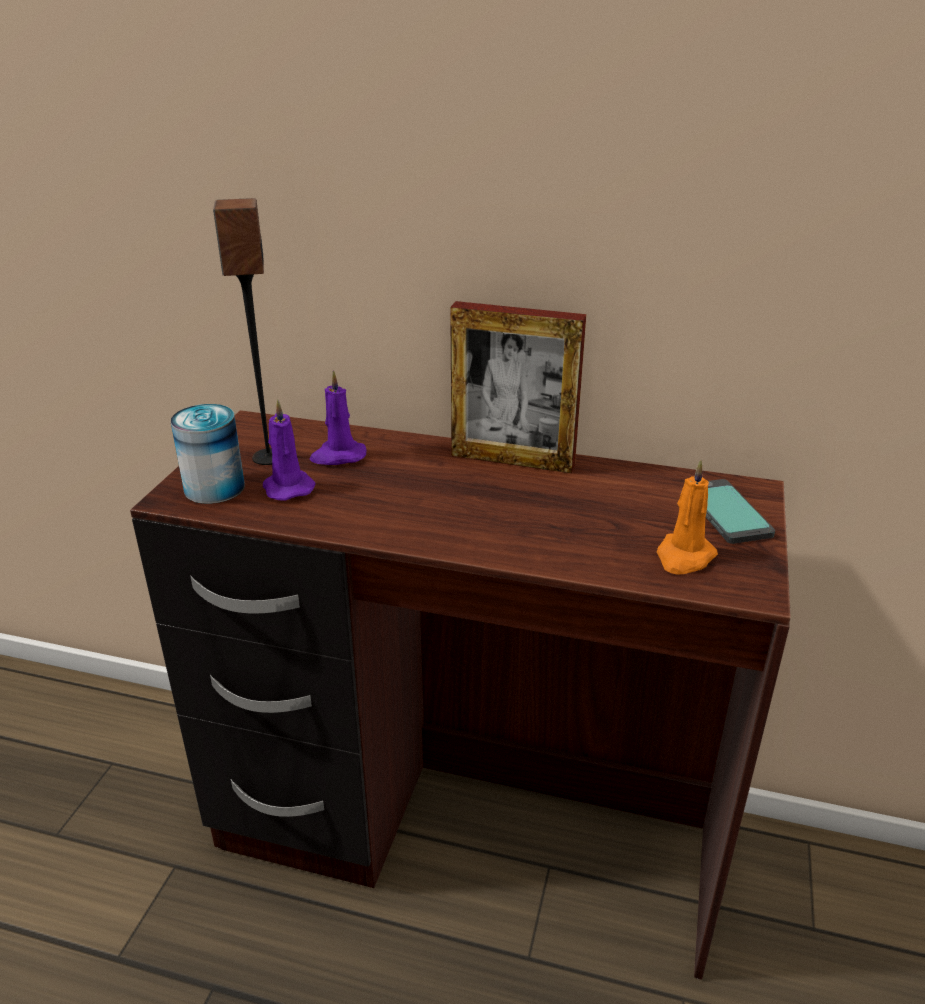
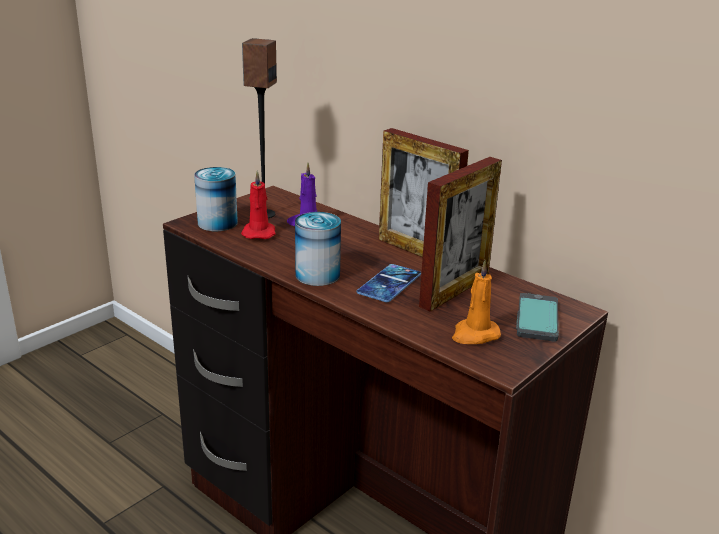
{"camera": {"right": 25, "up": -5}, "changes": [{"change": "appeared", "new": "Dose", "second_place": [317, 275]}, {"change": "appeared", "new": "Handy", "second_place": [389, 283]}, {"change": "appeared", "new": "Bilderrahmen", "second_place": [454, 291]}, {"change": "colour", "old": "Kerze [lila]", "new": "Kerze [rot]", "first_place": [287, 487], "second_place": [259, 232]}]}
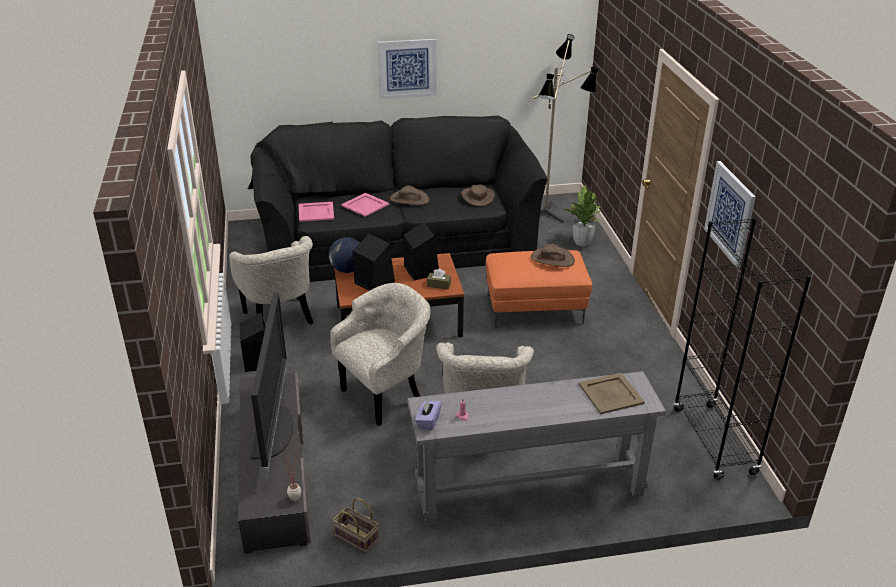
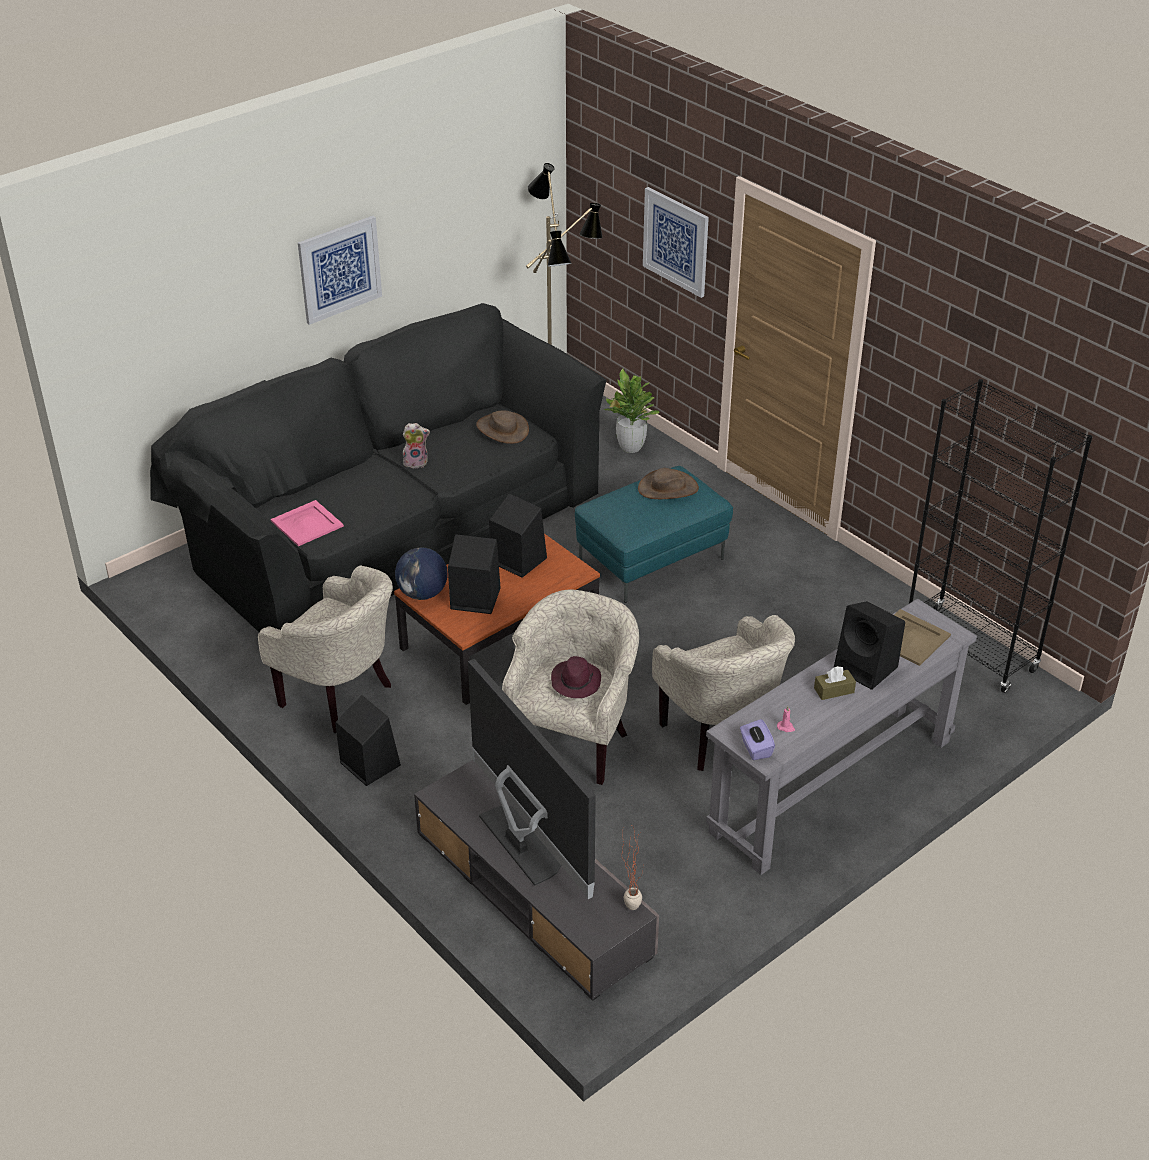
{"camera": {"right": -30, "up": 5}, "changes": [{"change": "missing", "old": "Korb", "first_place": [355, 538]}, {"change": "missing", "old": "Tablett [rosa]", "first_place": [365, 205]}, {"change": "appeared", "new": "Hut [lila]", "second_place": [575, 681]}, {"change": "appeared", "new": "Lautsprecher [schwarz]", "second_place": [867, 668]}, {"change": "relocated", "old": "Taschentuchbox [braun]", "first_place": [439, 285], "second_place": [834, 690]}, {"change": "relocated", "old": "Bild", "first_place": [730, 213], "second_place": [676, 241]}, {"change": "exchanged", "old": "Hut [braun]", "new": "Plüschtier", "first_place": [409, 199], "second_place": [416, 462]}, {"change": "colour", "old": "Polsterhocker [orange]", "new": "Polsterhocker [türkis]", "first_place": [534, 309], "second_place": [651, 561]}]}
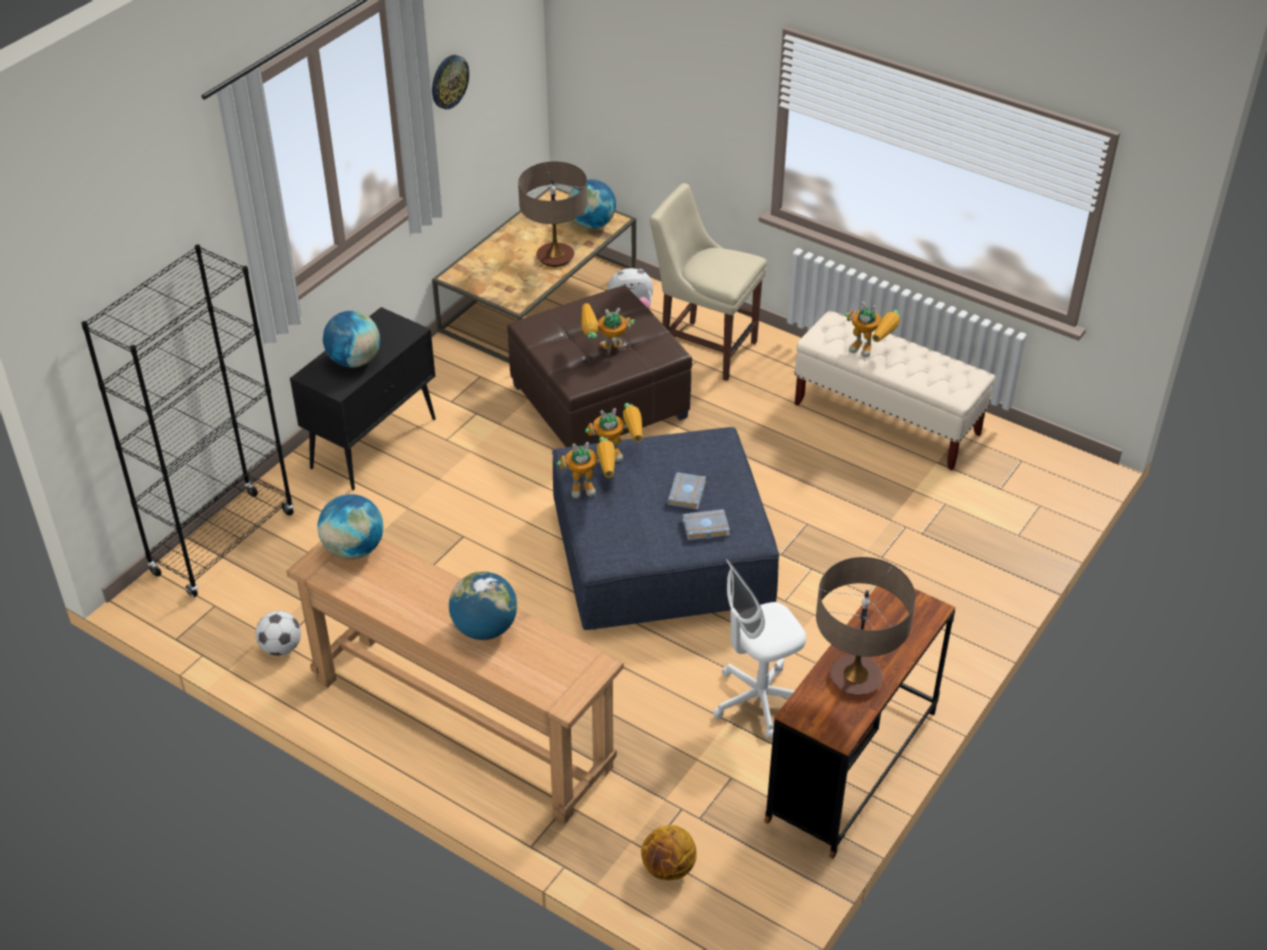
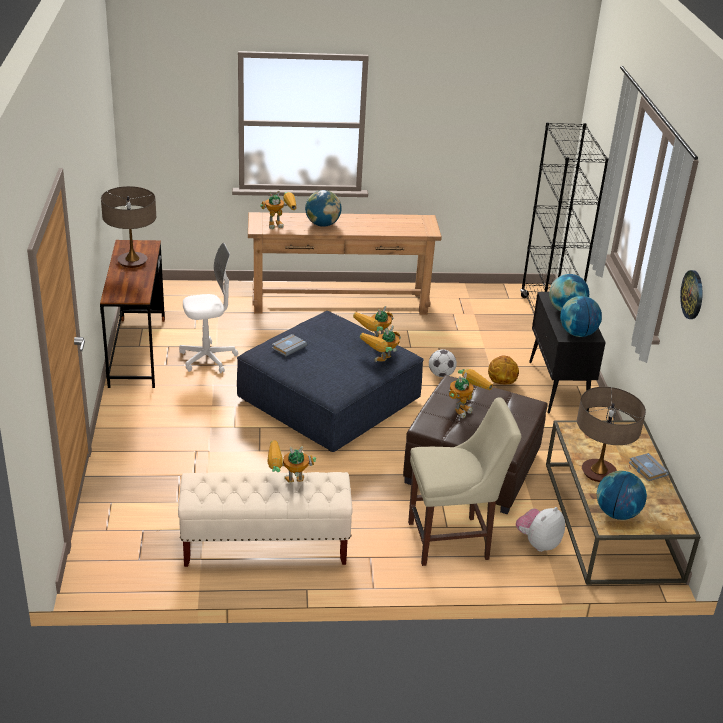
{"camera": {"right": 140, "up": -10}, "changes": [{"change": "appeared", "new": "Spielzeugroboter", "second_place": [280, 224]}, {"change": "relocated", "old": "Fußball", "first_place": [281, 648], "second_place": [441, 374]}, {"change": "relocated", "old": "Globus", "first_place": [354, 549], "second_place": [577, 333]}, {"change": "relocated", "old": "Basketball", "first_place": [668, 868], "second_place": [501, 382]}, {"change": "relocated", "old": "Buch [grau]", "first_place": [687, 494], "second_place": [646, 469]}, {"change": "spun", "old": "Bürostuhl [weiß]", "first_place": [758, 701], "second_place": [208, 359], "degrees": 45}]}
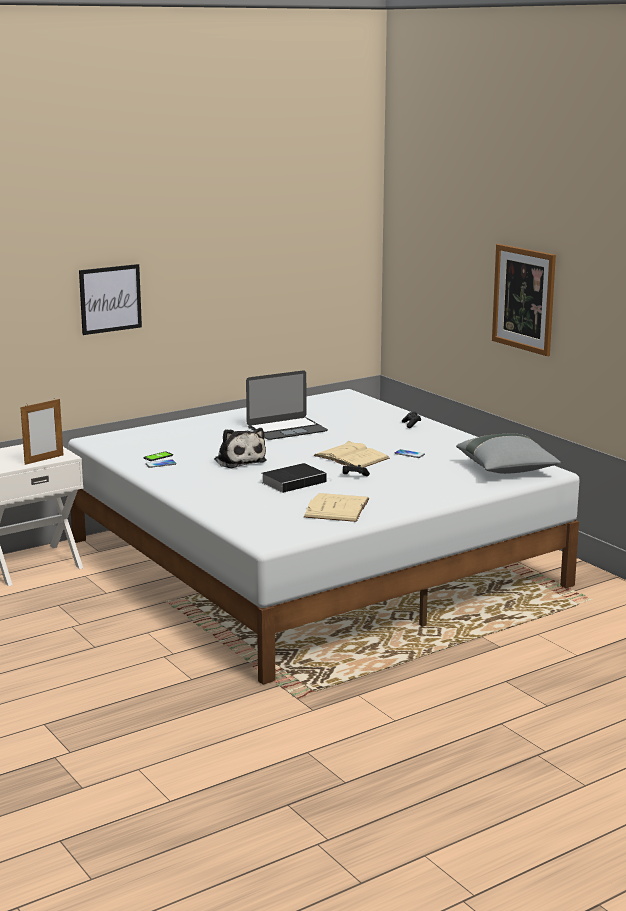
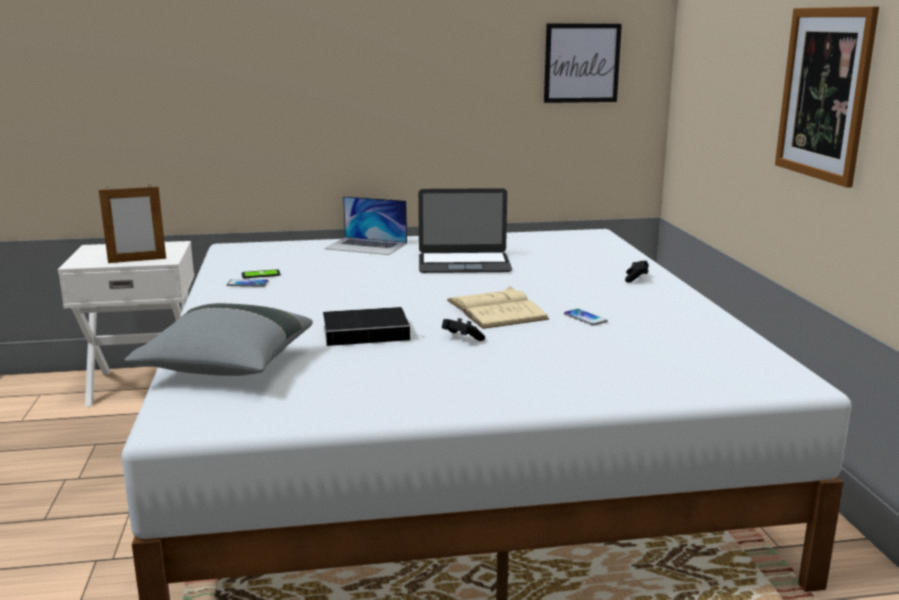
{"camera": {"right": 25, "up": 0}, "changes": [{"change": "missing", "old": "Plüschtier", "first_place": [239, 460]}, {"change": "missing", "old": "Buch [beige]", "first_place": [337, 508]}, {"change": "appeared", "new": "Laptop", "second_place": [366, 246]}, {"change": "relocated", "old": "Bild", "first_place": [110, 299], "second_place": [581, 63]}, {"change": "relocated", "old": "Kissen [grau]", "first_place": [507, 470], "second_place": [226, 367]}]}
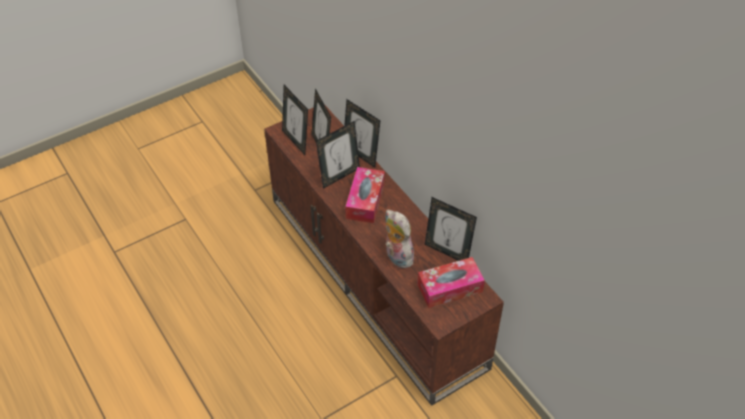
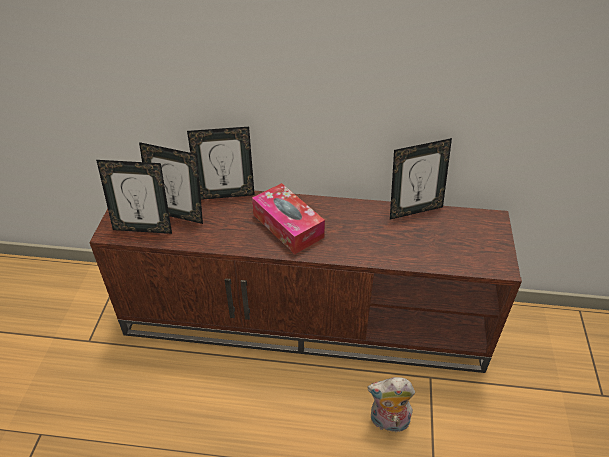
{"camera": {"right": -50, "up": -5}, "changes": [{"change": "missing", "old": "Bilderrahmen", "first_place": [339, 176]}, {"change": "missing", "old": "Taschentuchbox", "first_place": [450, 288]}, {"change": "relocated", "old": "Plüschtier", "first_place": [396, 256], "second_place": [388, 422]}]}
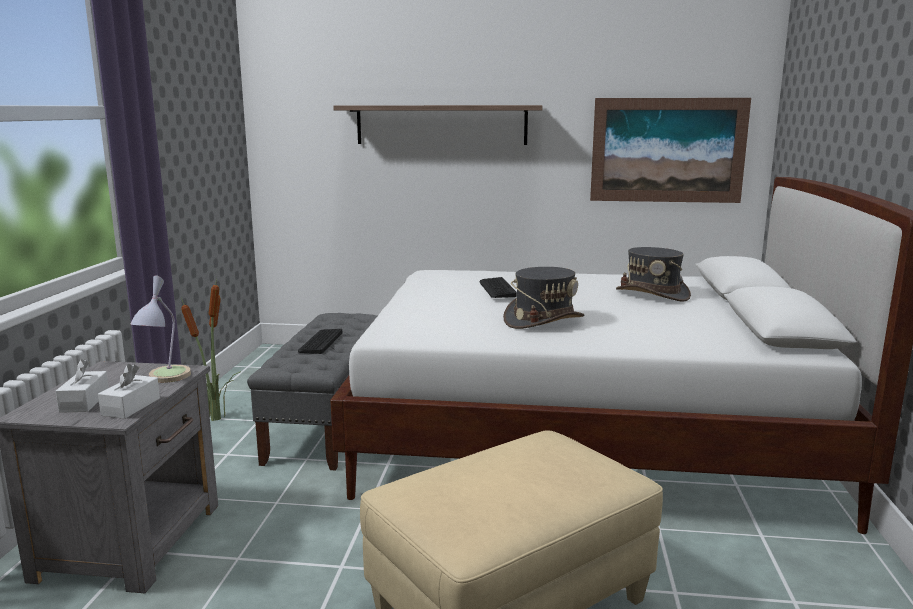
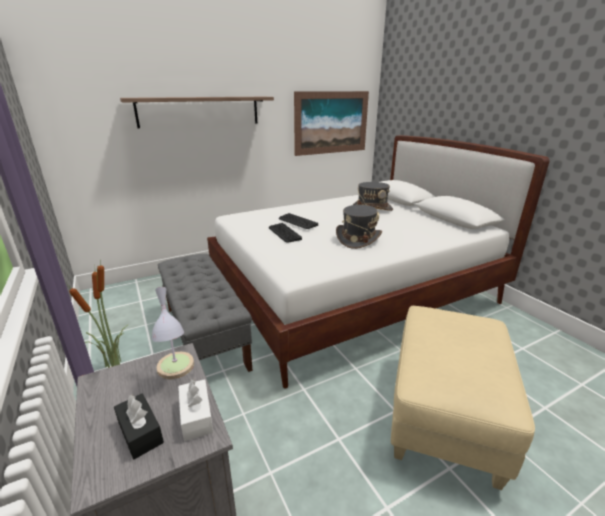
{"camera": {"right": -35, "up": 10}, "changes": [{"change": "relocated", "old": "Tastatur", "first_place": [320, 342], "second_place": [284, 233]}, {"change": "colour", "old": "Taschentuchbox [weiß]", "new": "Taschentuchbox [schwarz]", "first_place": [84, 401], "second_place": [140, 432]}]}
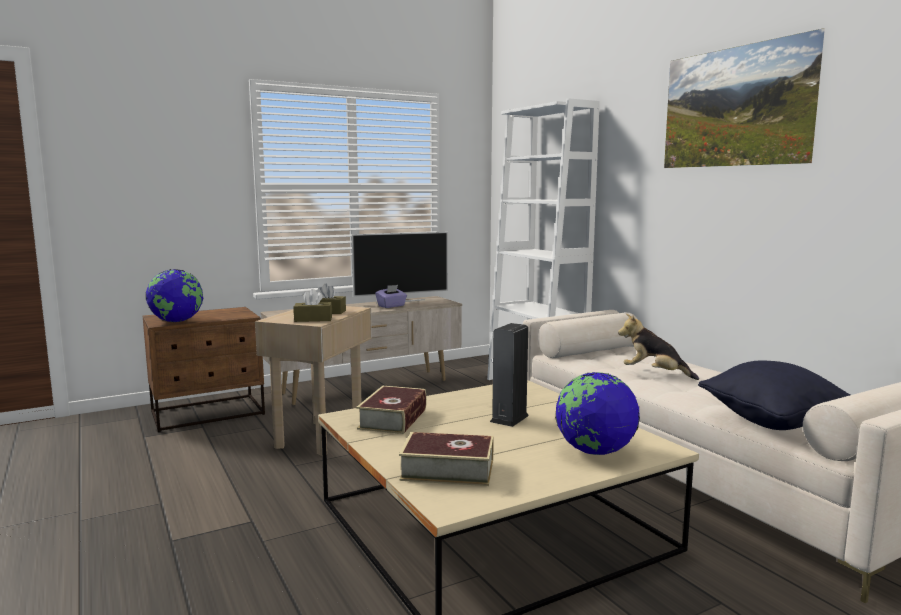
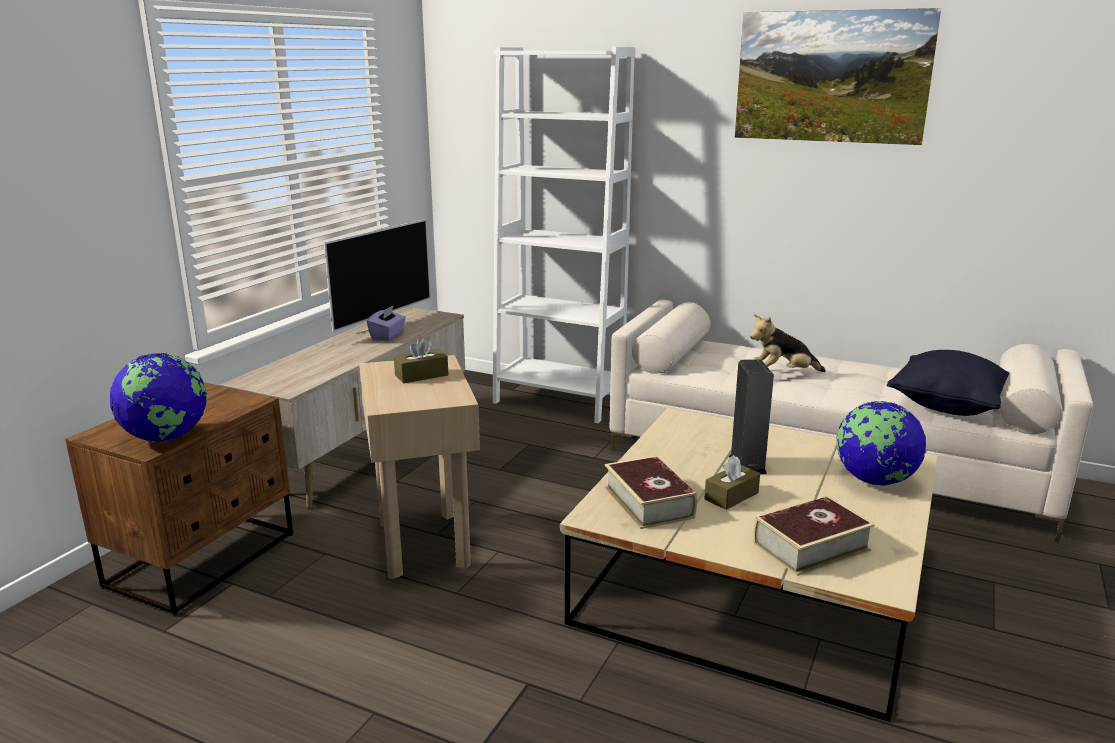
{"camera": {"right": -35, "up": 10}, "changes": [{"change": "relocated", "old": "Taschentuchbox [braun]", "first_place": [313, 319], "second_place": [731, 496]}]}
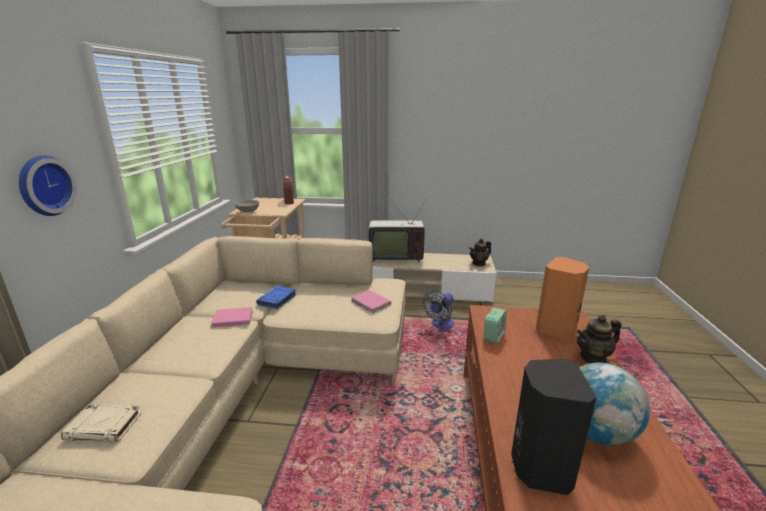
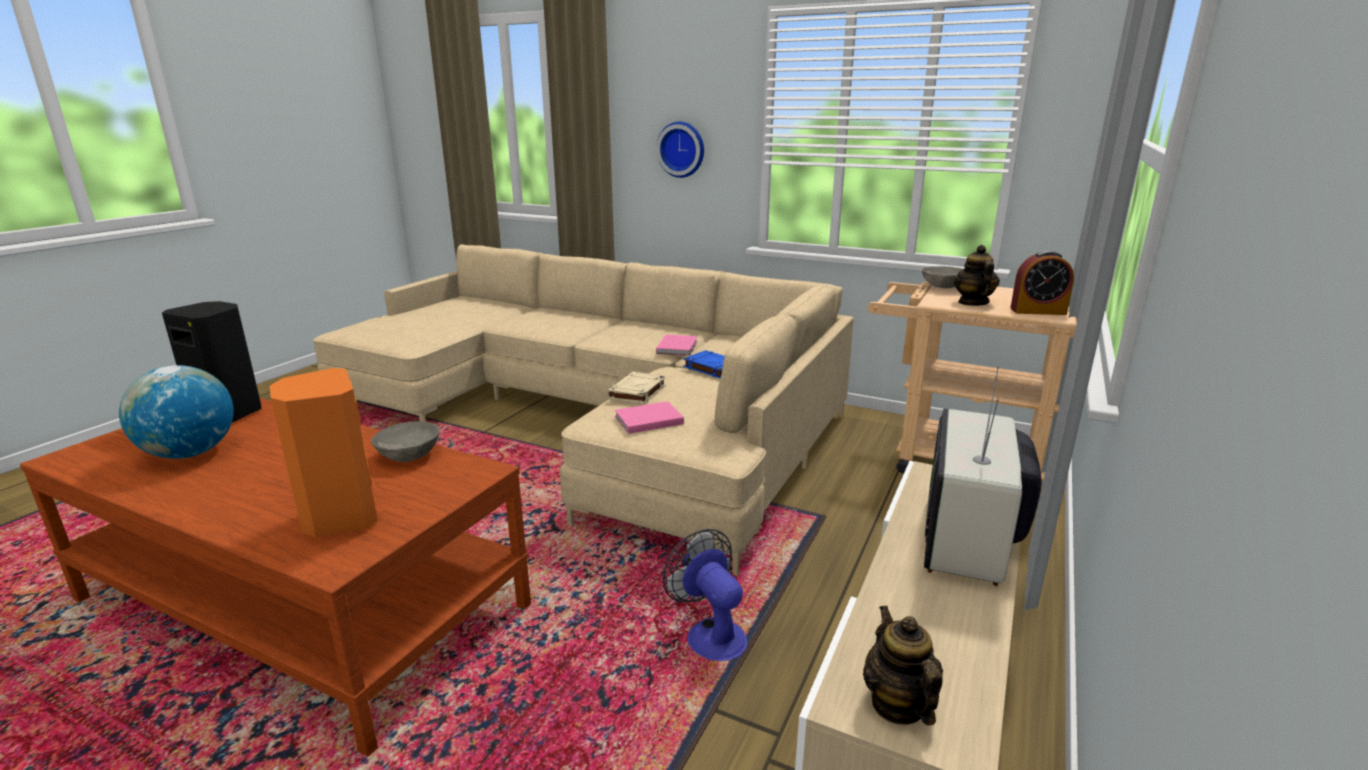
{"camera": {"right": 110, "up": 0}, "changes": [{"change": "relocated", "old": "Buch [beige]", "first_place": [105, 427], "second_place": [637, 392]}, {"change": "relocated", "old": "Teekanne", "first_place": [593, 358], "second_place": [972, 303]}, {"change": "exchanged", "old": "Wecker", "new": "Schüssel [grau]", "first_place": [493, 336], "second_place": [410, 455]}]}
